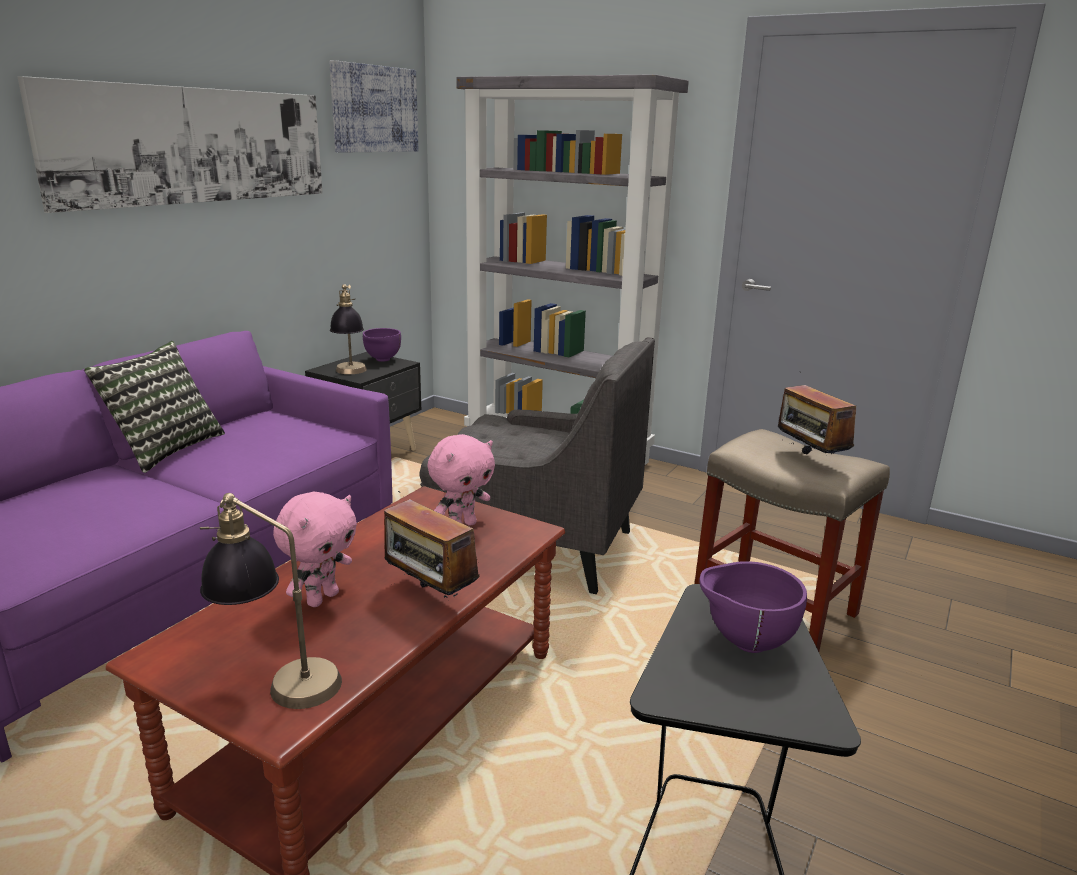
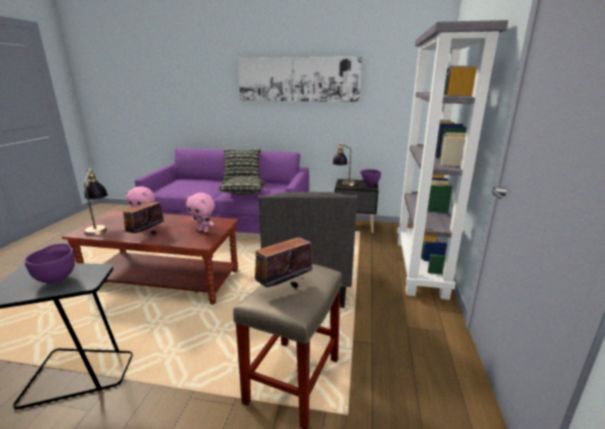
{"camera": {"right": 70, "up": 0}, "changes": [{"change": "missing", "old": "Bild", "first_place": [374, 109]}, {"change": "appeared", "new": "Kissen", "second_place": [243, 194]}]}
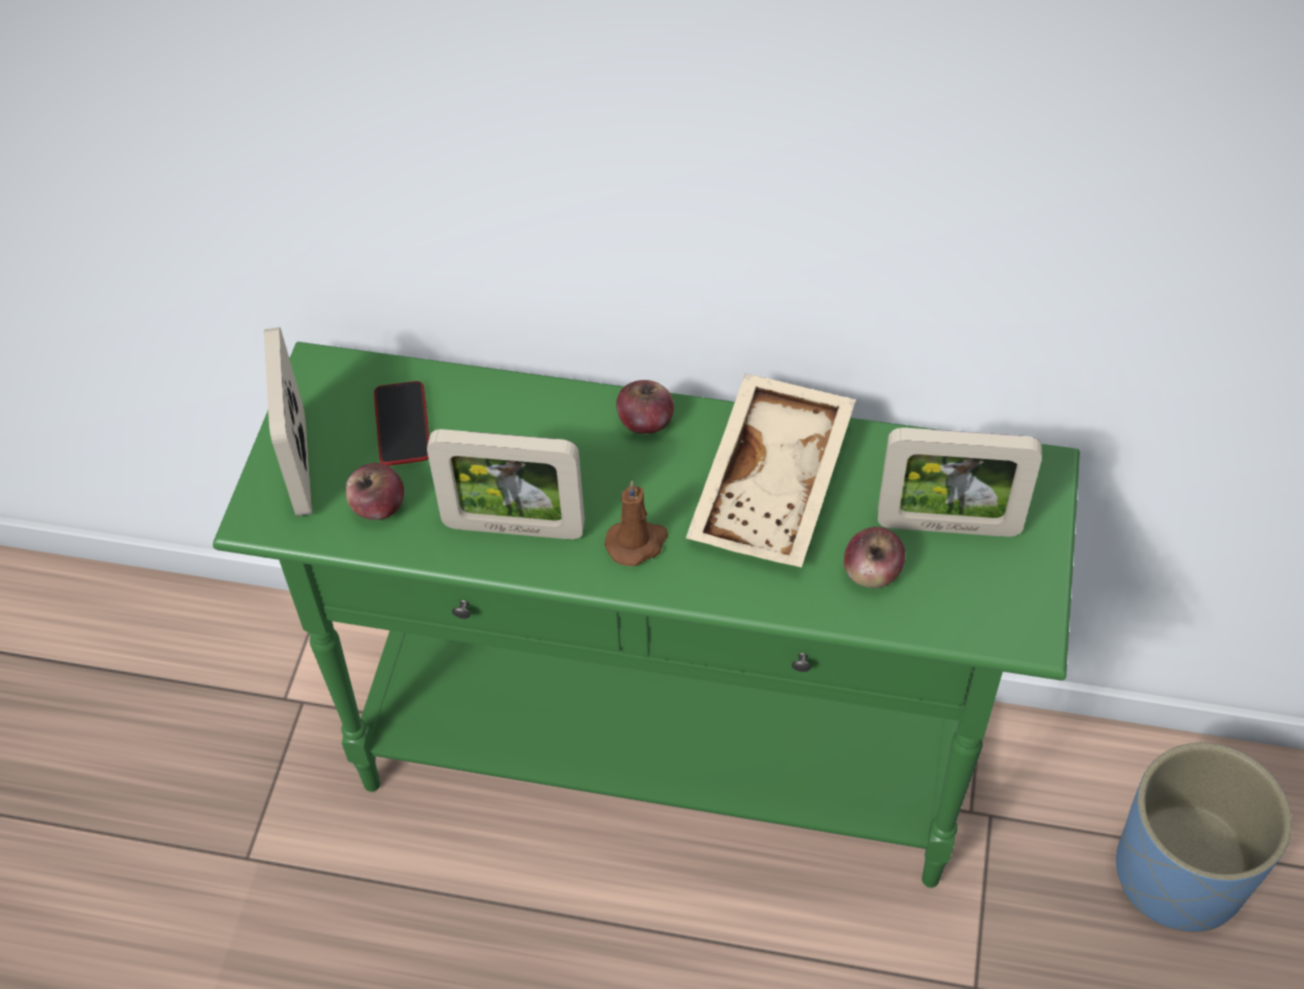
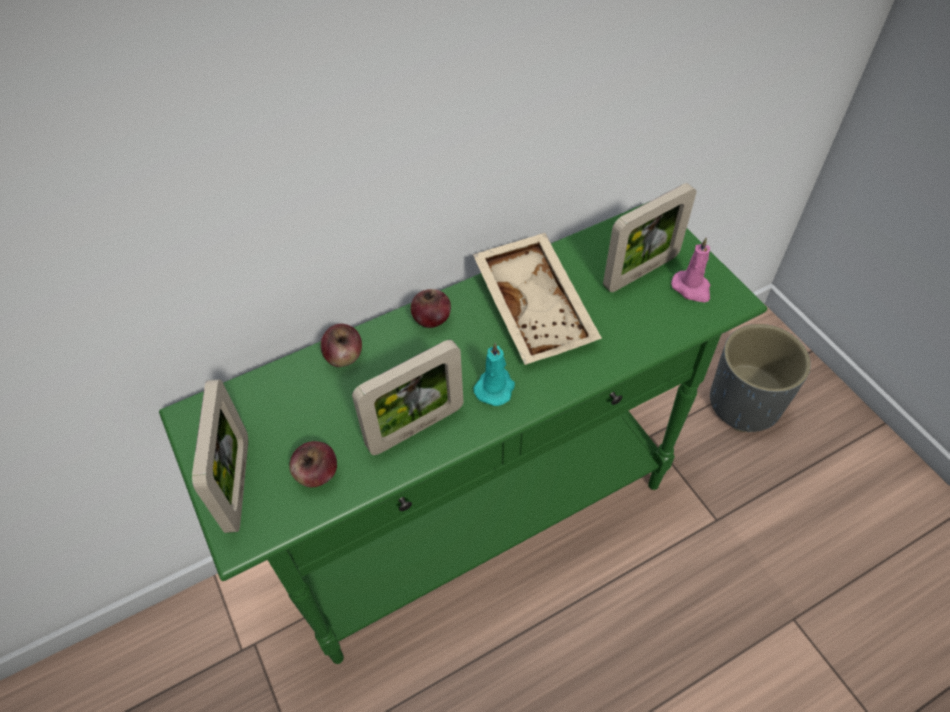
{"camera": {"right": -40, "up": 0}, "changes": [{"change": "missing", "old": "Handy", "first_place": [402, 424]}, {"change": "appeared", "new": "Kerze [rosa]", "second_place": [692, 288]}, {"change": "relocated", "old": "Apfel", "first_place": [872, 573], "second_place": [344, 356]}, {"change": "colour", "old": "Kerze [braun]", "new": "Kerze [türkis]", "first_place": [637, 542], "second_place": [495, 387]}, {"change": "colour", "old": "Pflanzkübel [blau]", "new": "Pflanzkübel [grau]", "first_place": [1180, 874], "second_place": [745, 403]}, {"change": "spun", "old": "Bilderrahmen", "first_place": [301, 465], "second_place": [238, 484], "degrees": -135}]}
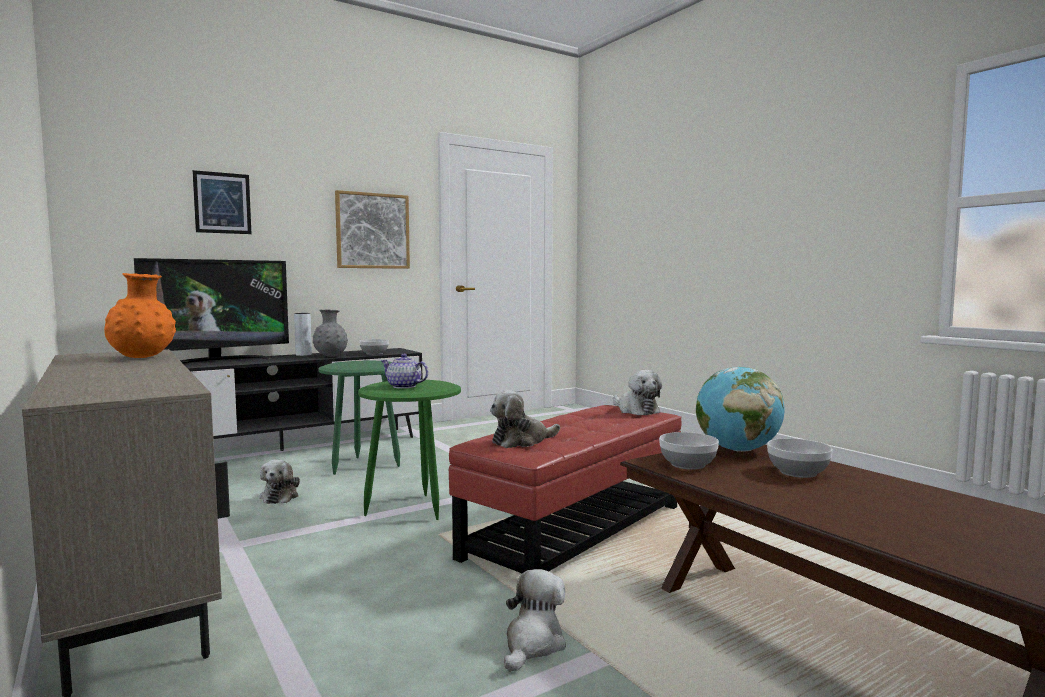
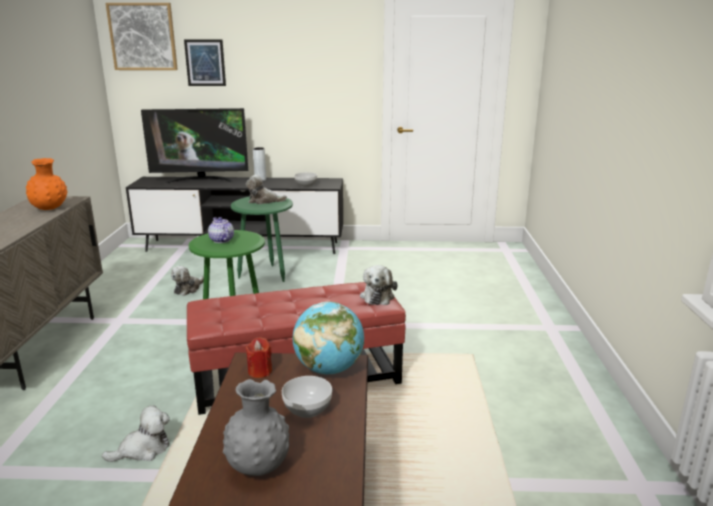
{"camera": {"right": 35, "up": 15}, "changes": [{"change": "relocated", "old": "Vase [grau]", "first_place": [330, 356], "second_place": [258, 467]}, {"change": "relocated", "old": "Bild", "first_place": [372, 231], "second_place": [143, 37]}, {"change": "relocated", "old": "Plüschtier", "first_place": [521, 441], "second_place": [264, 201]}, {"change": "exchanged", "old": "Schüssel", "new": "Kerze [rot]", "first_place": [687, 464], "second_place": [260, 371]}]}
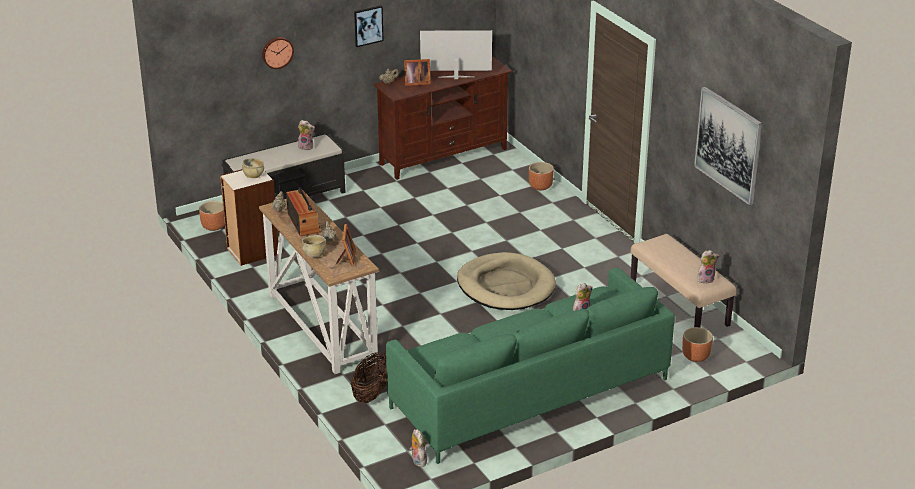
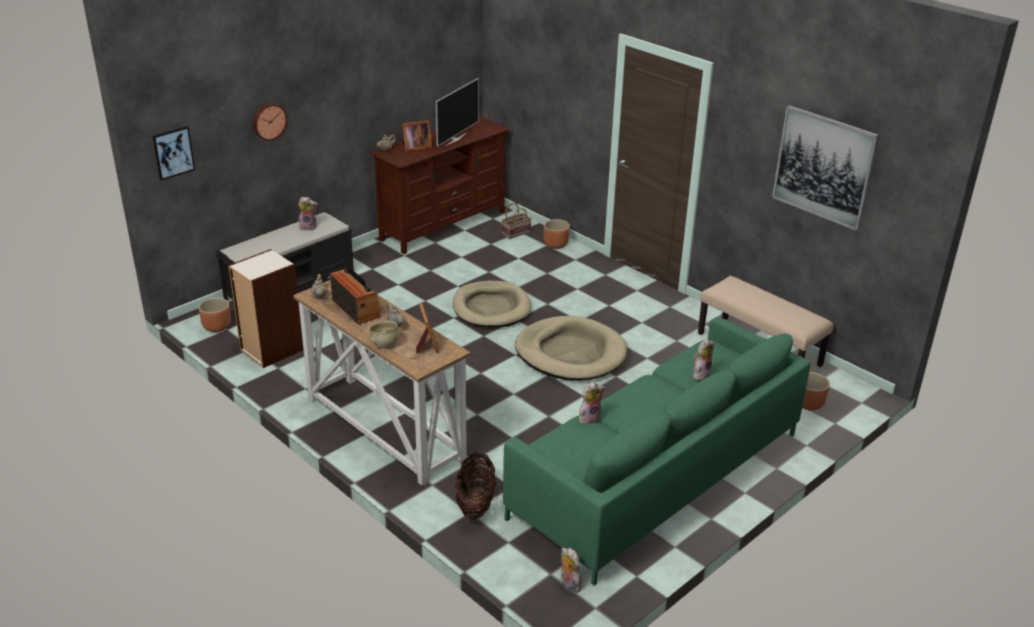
{"camera": {"right": -15, "up": 0}, "changes": [{"change": "missing", "old": "Schüssel [beige]", "first_place": [253, 175]}, {"change": "appeared", "new": "Hundebett [beige]", "second_place": [491, 308]}, {"change": "appeared", "new": "Korb", "second_place": [516, 232]}, {"change": "relocated", "old": "Bild", "first_place": [368, 25], "second_place": [173, 152]}, {"change": "relocated", "old": "Plüschtier", "first_place": [705, 279], "second_place": [589, 418]}, {"change": "spun", "old": "Fernseher", "first_place": [456, 77], "second_place": [455, 139], "degrees": 135}]}
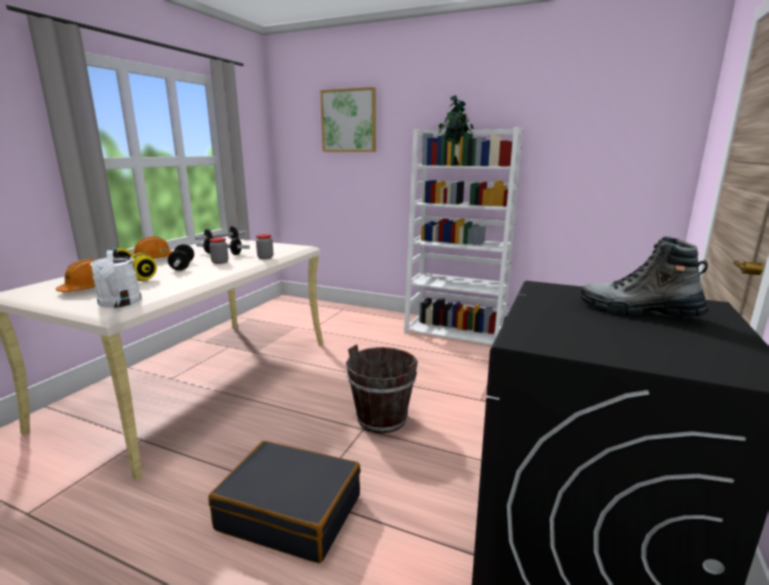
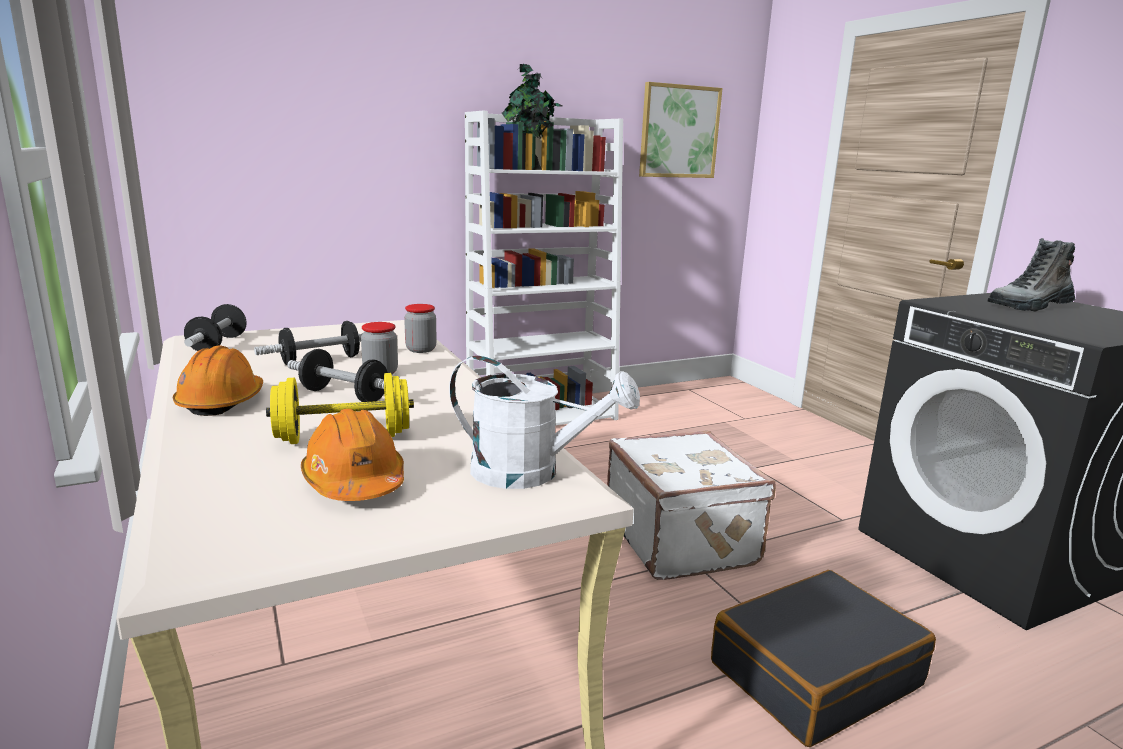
{"camera": {"right": -50, "up": 0}, "changes": [{"change": "relocated", "old": "Bild", "first_place": [349, 121], "second_place": [679, 132]}, {"change": "exchanged", "old": "Eimer [braun]", "new": "Koffer [weiß]", "first_place": [382, 419], "second_place": [682, 539]}]}
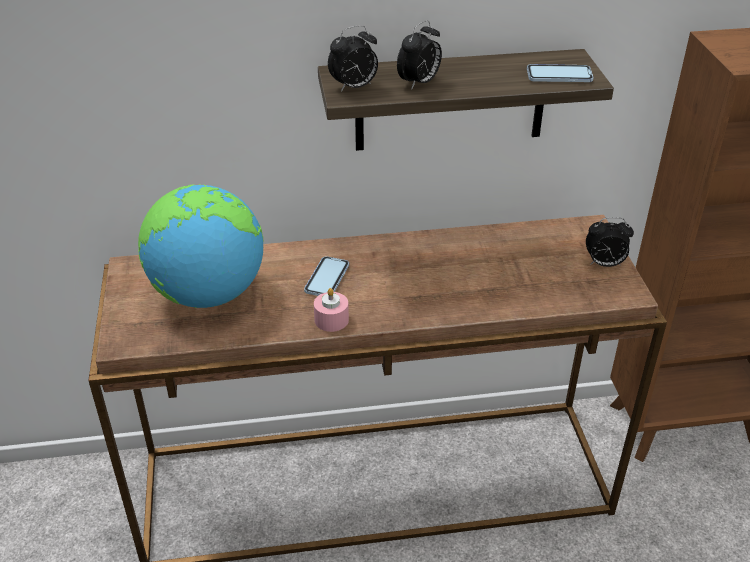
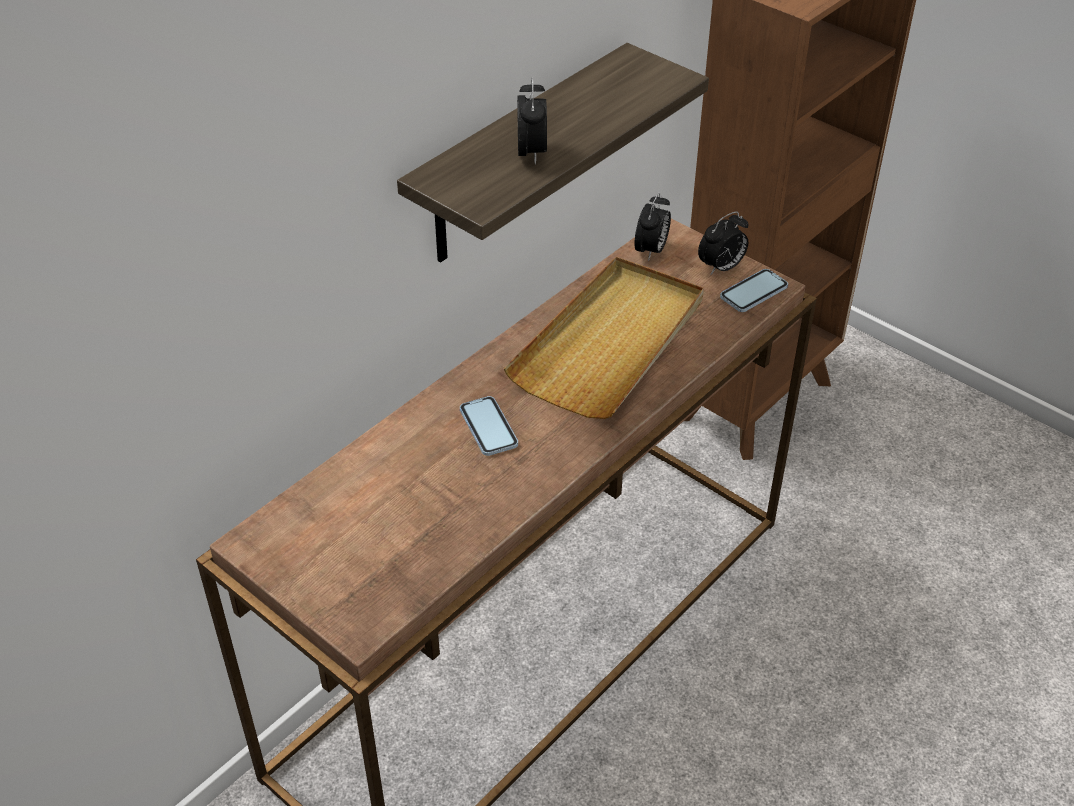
{"camera": {"right": -40, "up": 5}, "changes": [{"change": "missing", "old": "Globus", "first_place": [208, 294]}, {"change": "missing", "old": "Kerze [rosa]", "first_place": [331, 320]}, {"change": "appeared", "new": "Tablett [beige]", "second_place": [610, 342]}, {"change": "relocated", "old": "Wecker", "first_place": [354, 87], "second_place": [651, 251]}, {"change": "relocated", "old": "Handy", "first_place": [559, 76], "second_place": [753, 292]}]}
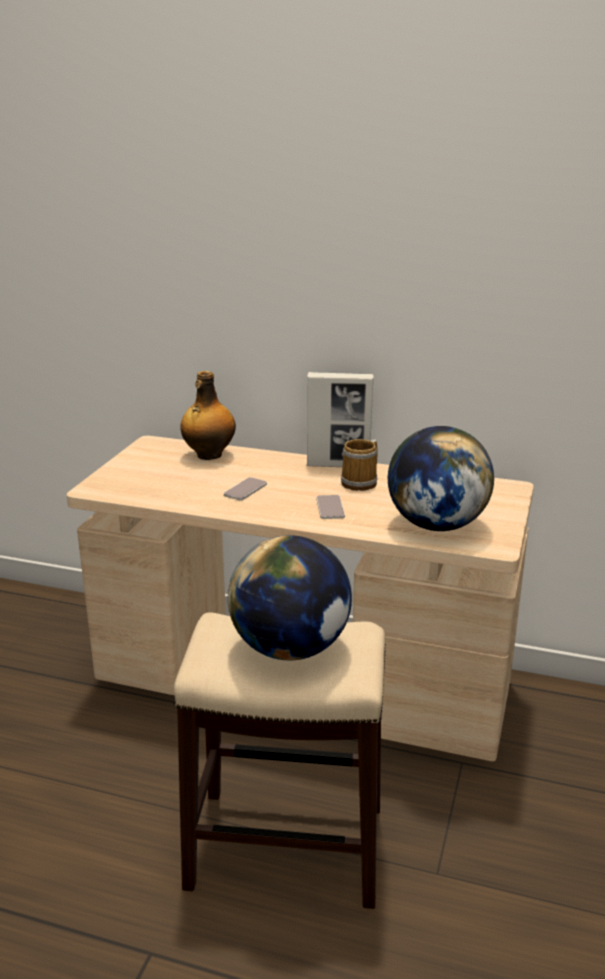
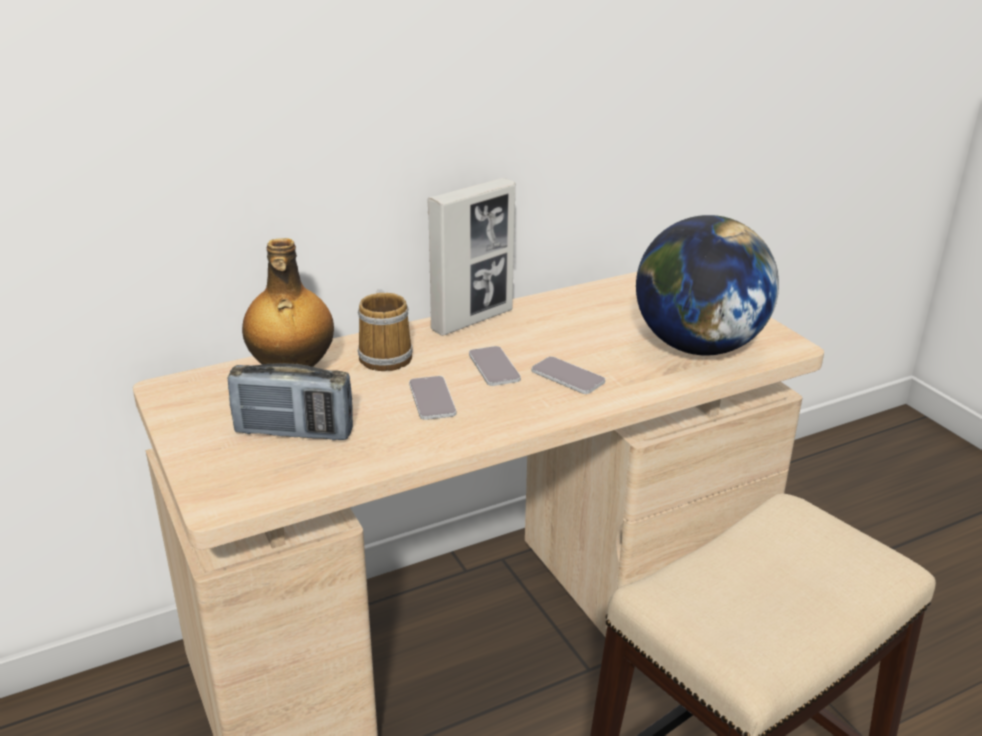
{"camera": {"right": -45, "up": 5}, "changes": [{"change": "missing", "old": "Globus", "first_place": [290, 648]}, {"change": "appeared", "new": "Radio", "second_place": [294, 432]}, {"change": "appeared", "new": "Handy", "second_place": [494, 367]}, {"change": "relocated", "old": "Henkelbecher", "first_place": [361, 482], "second_place": [387, 355]}]}
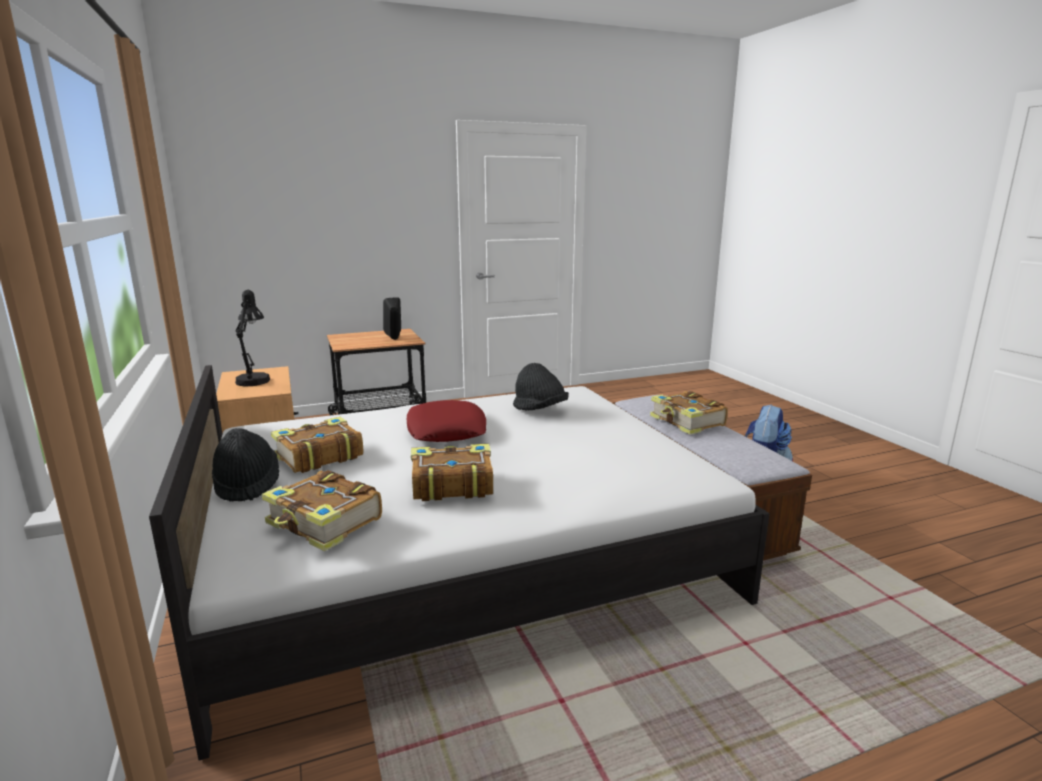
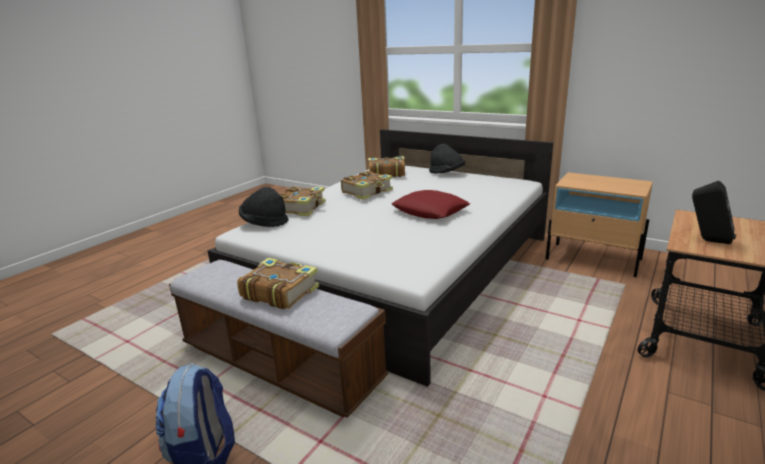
{"camera": {"right": 145, "up": 5}, "changes": [{"change": "missing", "old": "Tischlampe [schwarz]", "first_place": [254, 379]}, {"change": "relocated", "old": "Buch", "first_place": [318, 456], "second_place": [302, 208]}, {"change": "relocated", "old": "Hut [schwarz]", "first_place": [539, 410], "second_place": [264, 223]}]}
